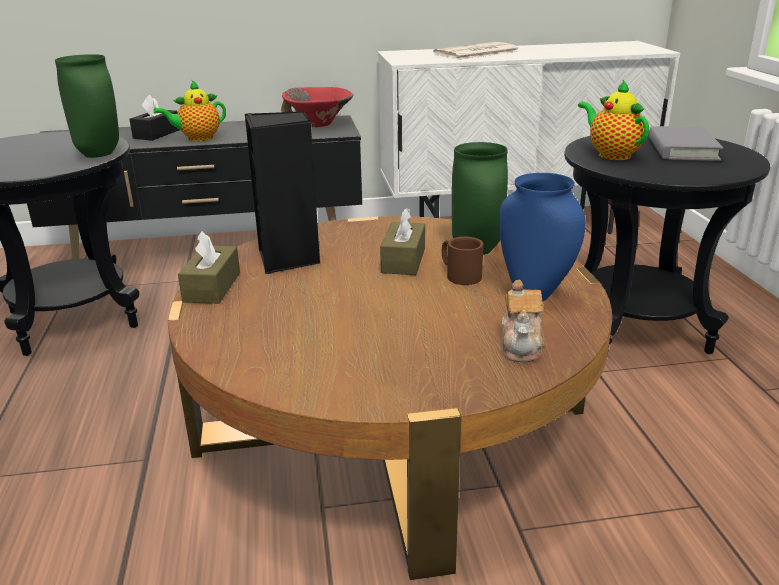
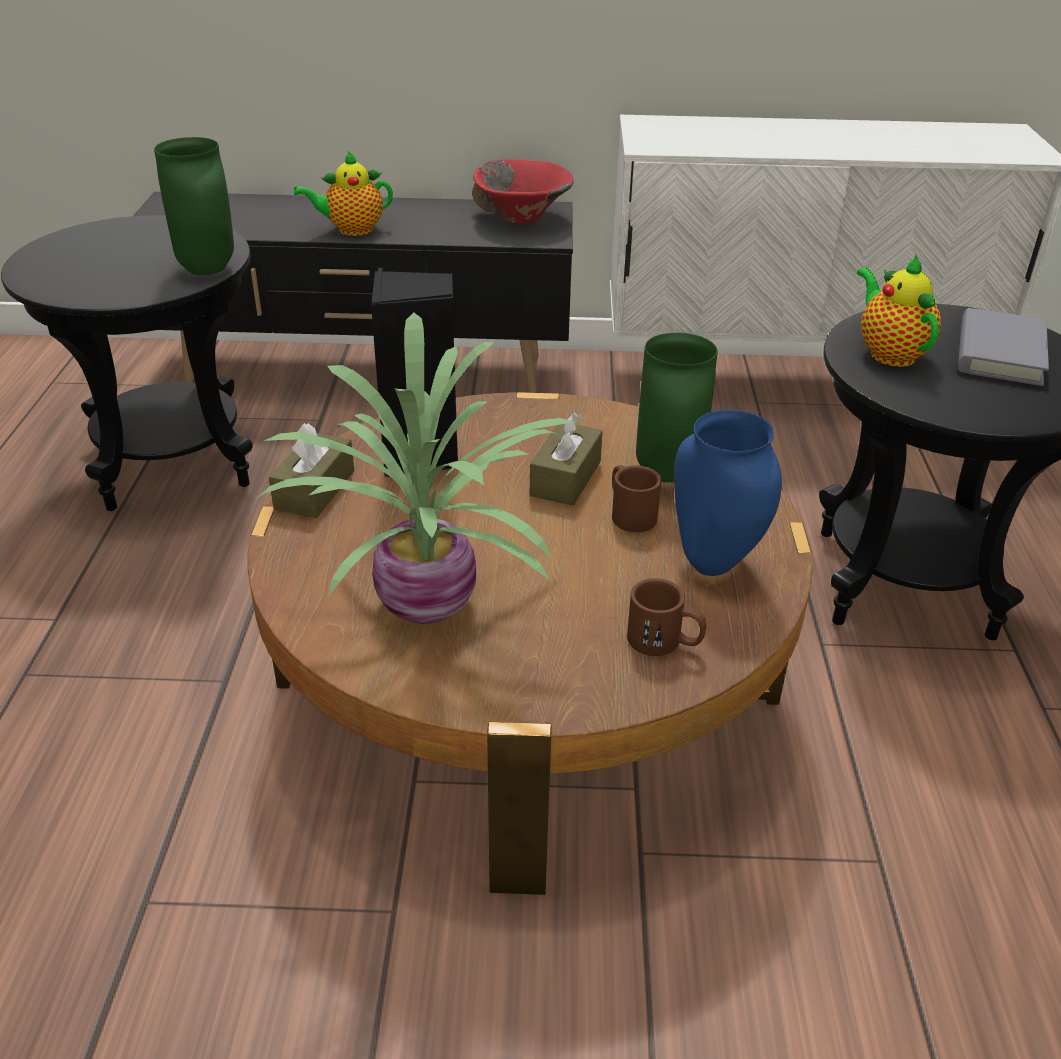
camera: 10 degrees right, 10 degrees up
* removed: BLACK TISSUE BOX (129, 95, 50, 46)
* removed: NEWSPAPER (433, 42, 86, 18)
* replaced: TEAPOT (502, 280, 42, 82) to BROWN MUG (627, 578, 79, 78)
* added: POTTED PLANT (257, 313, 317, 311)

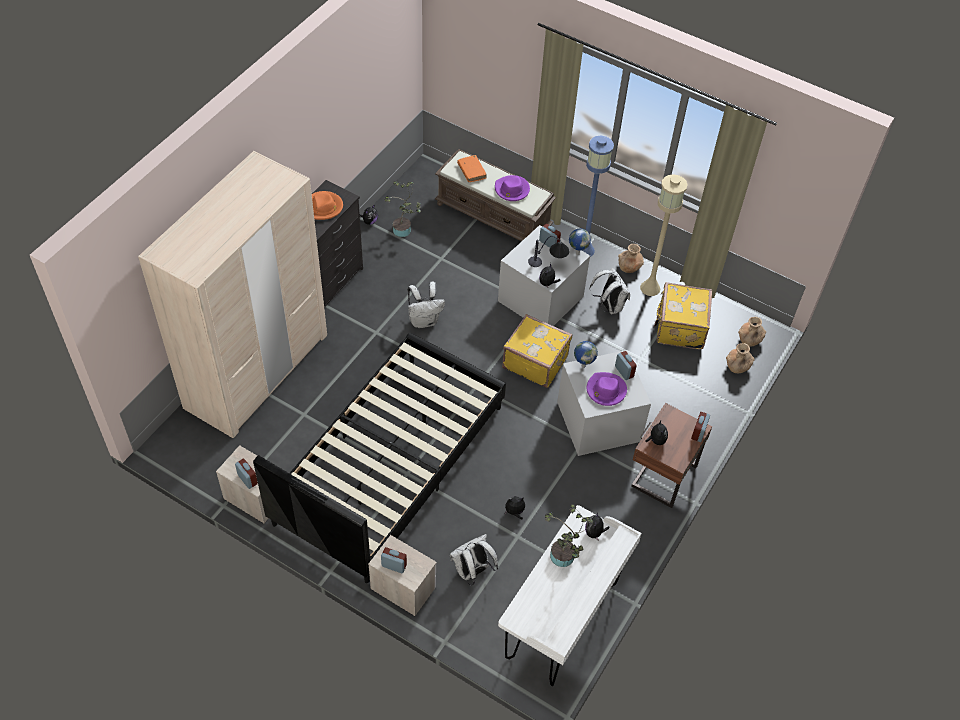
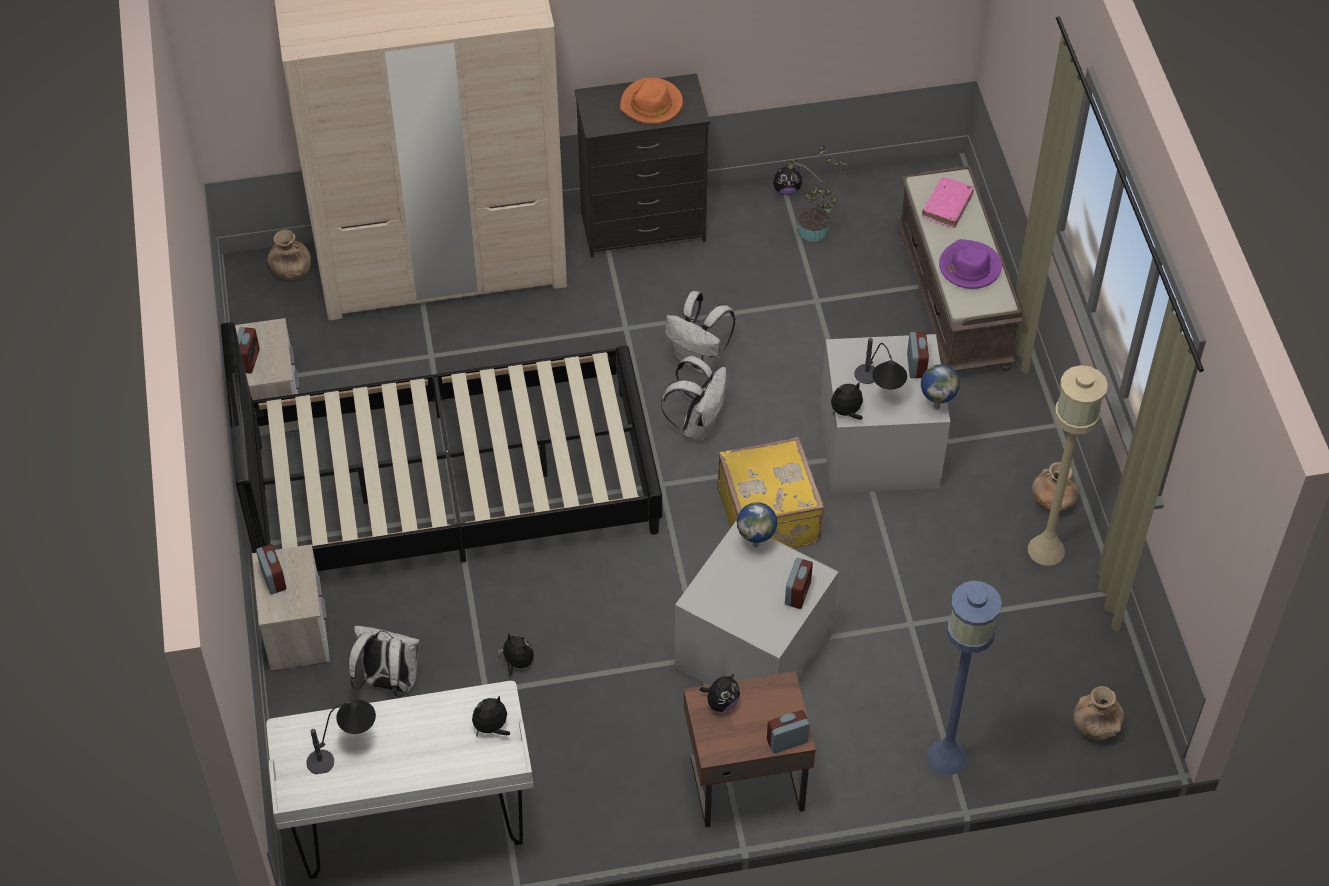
camera: 50 degrees right, 0 degrees up
* recoloured: ORANGE BOOK (457, 155, 30, 27) to PINK BOOK (922, 177, 52, 51)
* removed: POTTED PLANT (545, 504, 48, 63)
* moved: BLUE FLOOR LAMP (582, 136, 32, 121) to (927, 581, 75, 194)
* removed: PURPLE HAT (587, 372, 40, 34)
* moved: WHITE BACKPACK (590, 267, 40, 48) to (661, 356, 65, 85)
* removed: YELLOW SUITCASE (654, 282, 58, 68)
* moved: BROWN VASE (726, 343, 29, 30) to (267, 230, 44, 50)
* added: TABLE LAMP (306, 700, 70, 74)

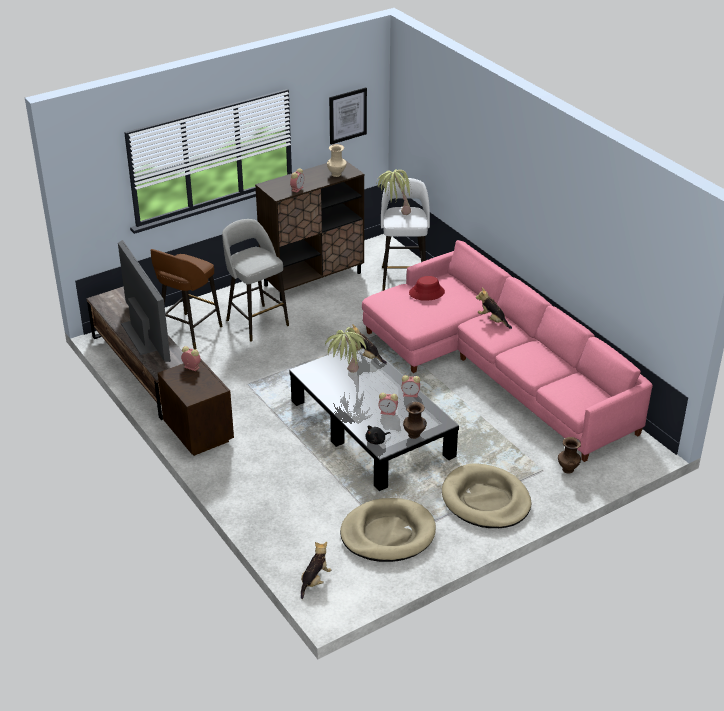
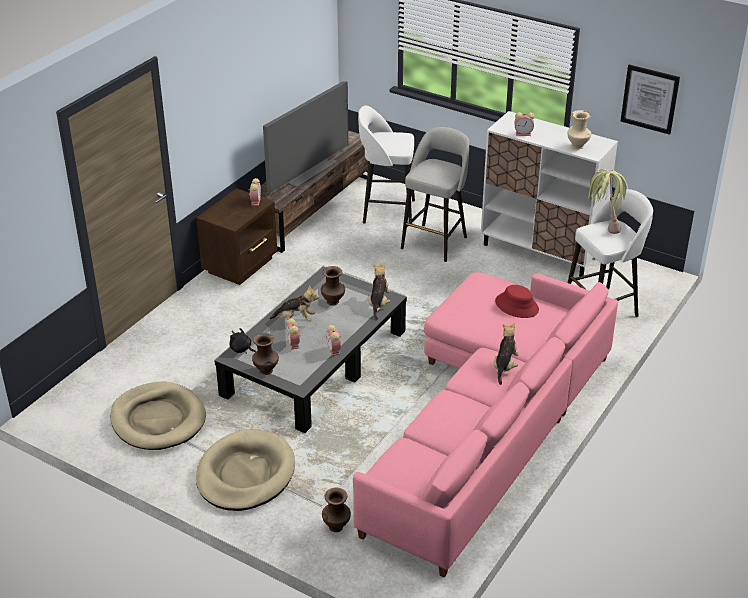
camera: 65 degrees right, 0 degrees up
* recoloured: BROWN STOOL (151, 249, 71, 100) to WHITE STOOL (358, 105, 57, 119)
* recoloured: BROWN CABINET (255, 158, 109, 143) to WHITE CABINET (481, 111, 137, 166)
* moved: PLUSH TOY (301, 542, 30, 57) to (269, 285, 51, 37)
* replaced: POTTED PLANT (325, 327, 42, 46) to BROWN VASE (321, 266, 24, 40)

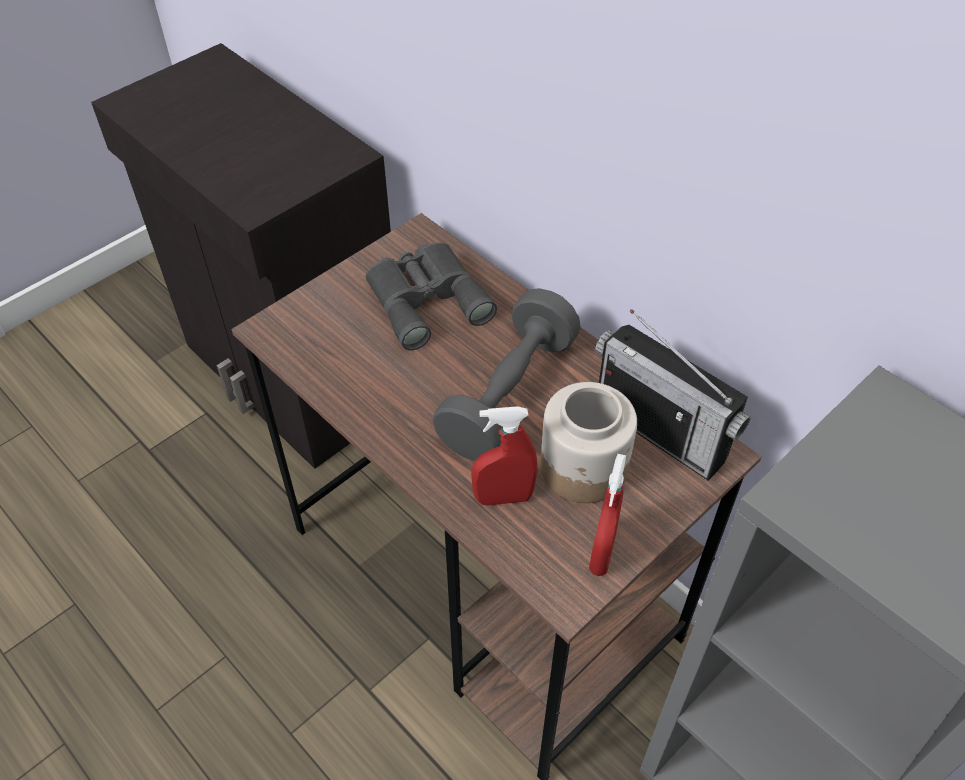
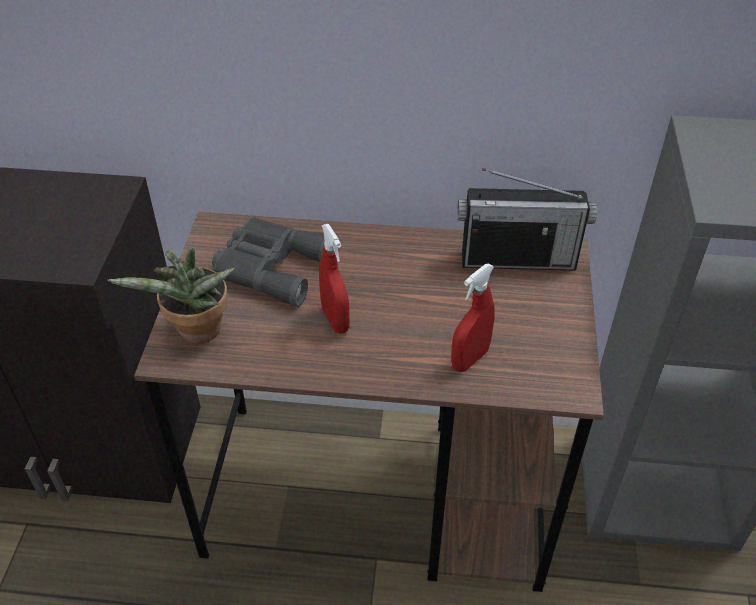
camera: 40 degrees left, 5 degrees down
* removed: GREY DUMBBELL (432, 288, 149, 173)
* removed: JAR (540, 382, 97, 121)
* moved: RED SPRAY BOTTLE (589, 454, 37, 122) to (319, 224, 31, 110)
* added: POTTED PLANT (108, 246, 127, 98)

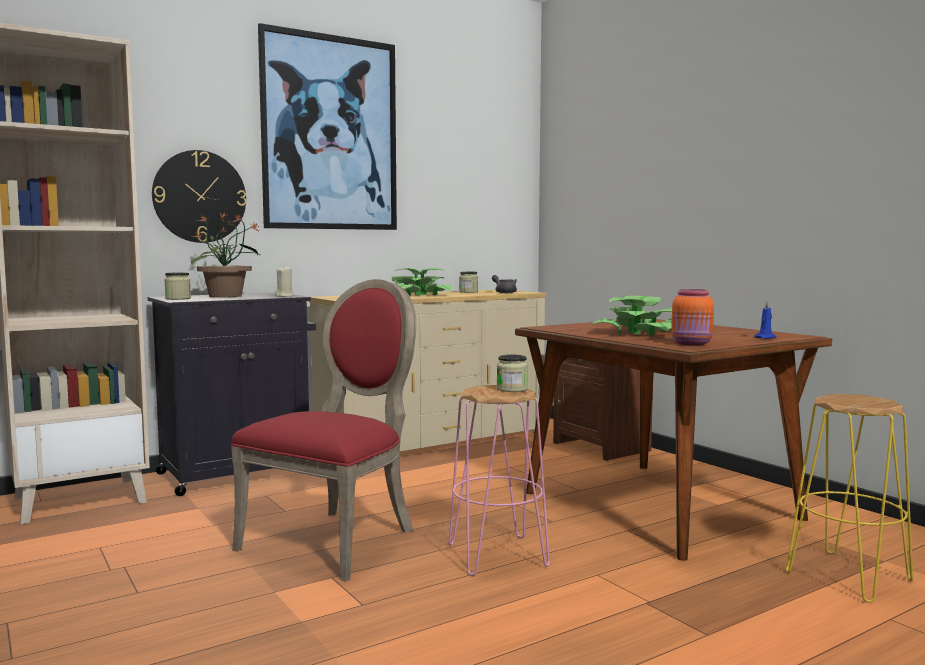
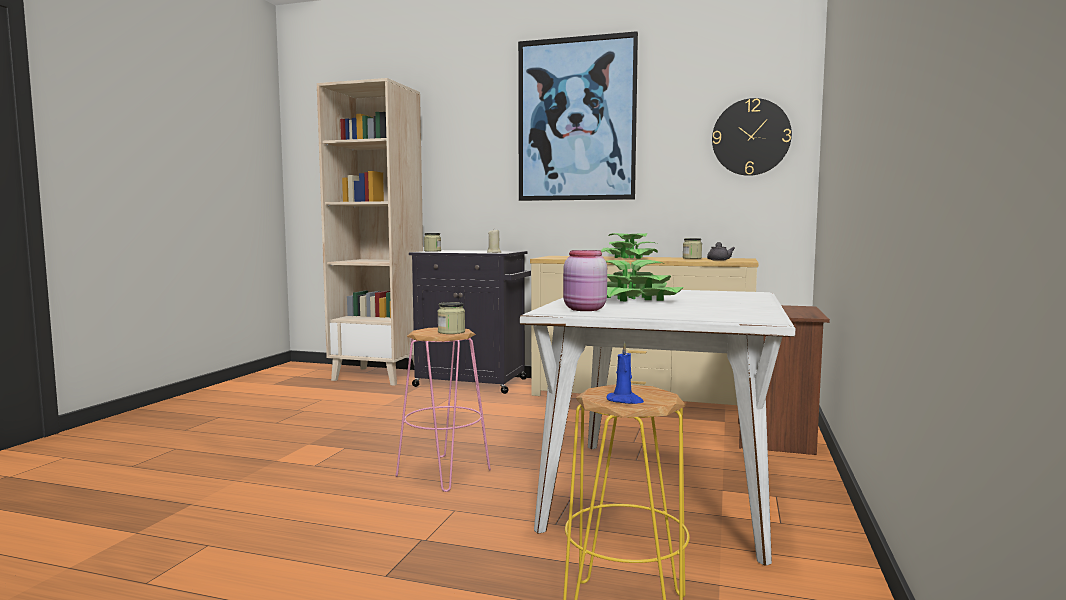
camera: 50 degrees right, 0 degrees up
* moved: WALL CLOCK (152, 150, 94, 93) to (712, 98, 80, 78)
* removed: POTTED PLANT (191, 212, 69, 86)
* removed: RED CHAIR (231, 279, 185, 302)
* recoloured: BROWN DINING TABLE (515, 319, 317, 242) to WHITE DINING TABLE (520, 290, 275, 276)
* recoloured: ORANGE JAR (671, 289, 43, 57) to PINK JAR (563, 250, 44, 61)
* moved: BLUE CANDLE (754, 301, 22, 38) to (607, 342, 37, 62)

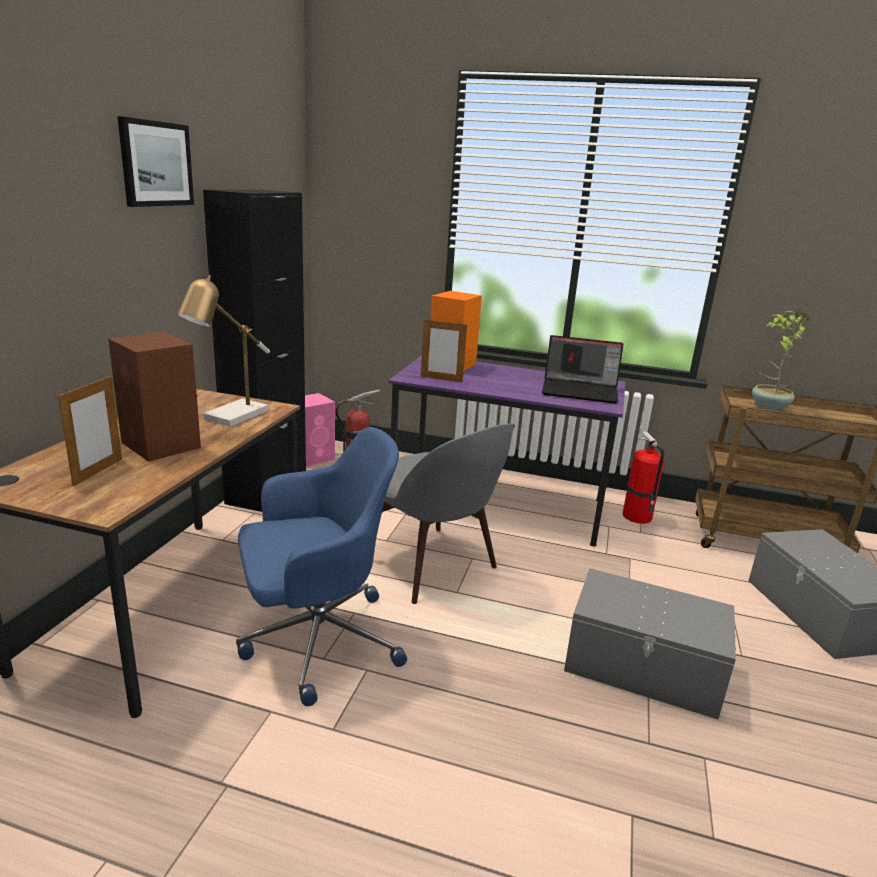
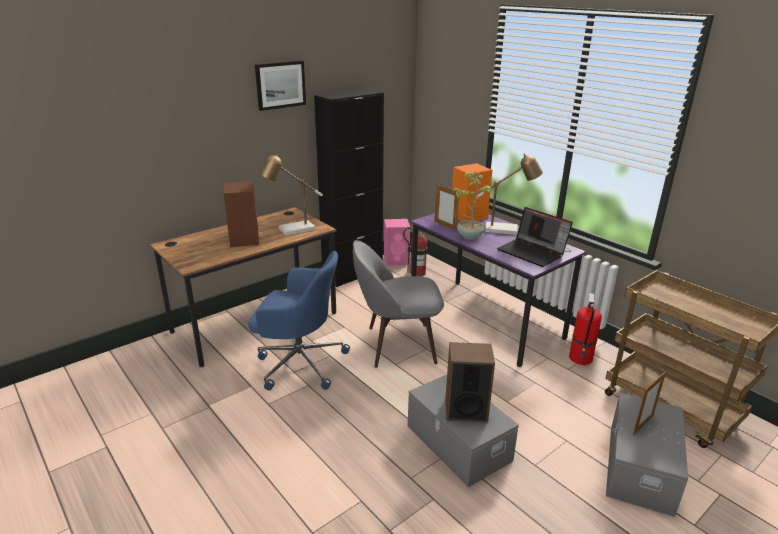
camera: 35 degrees right, 5 degrees up
* moved: PICTURE FRAME (58, 376, 64, 110) to (633, 371, 33, 64)
* turned: GREY CHAIR (382, 423, 133, 181) = (353, 240, 91, 128) 90 degrees clockwise
* moved: POTTED PLANT (752, 311, 58, 99) to (453, 171, 39, 68)
* added: SPEAKER (445, 342, 50, 80)
* added: TABLE LAMP (476, 154, 67, 81)

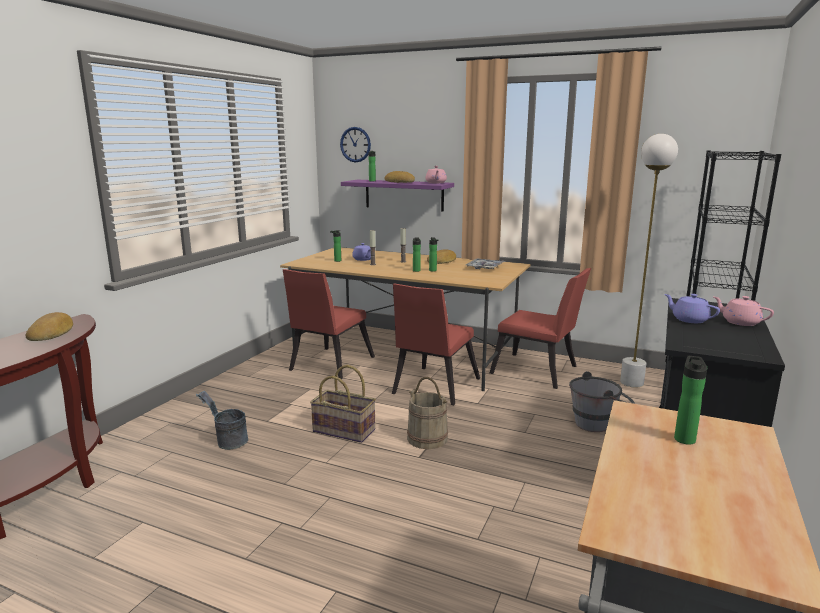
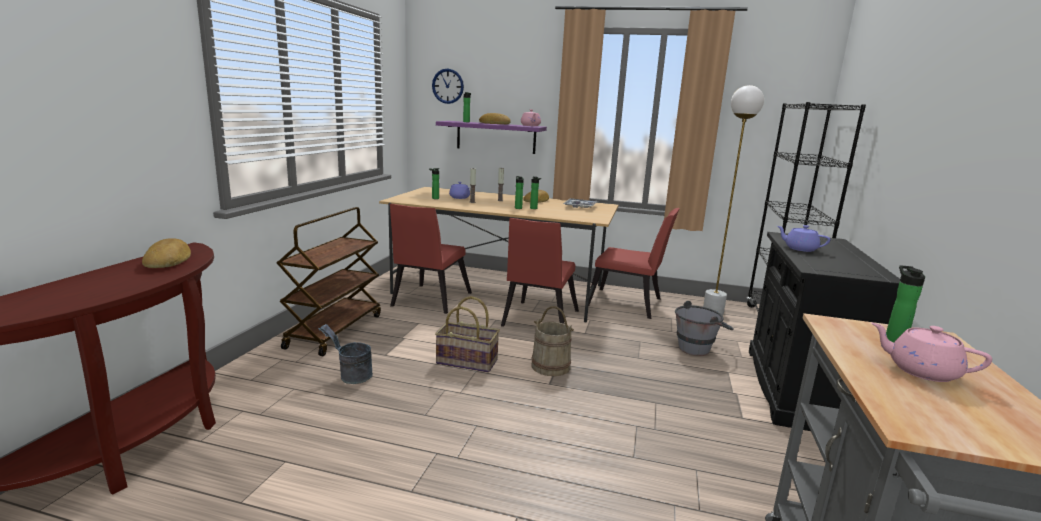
camera: 10 degrees left, 0 degrees up
* moved: PINK TEAPOT (713, 296, 61, 30) to (871, 323, 121, 59)
* added: BROWN CART (277, 207, 104, 149)

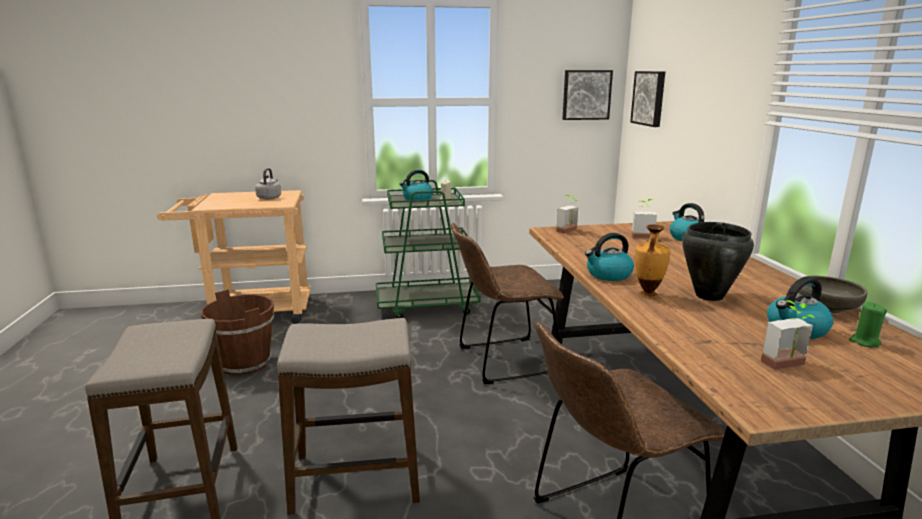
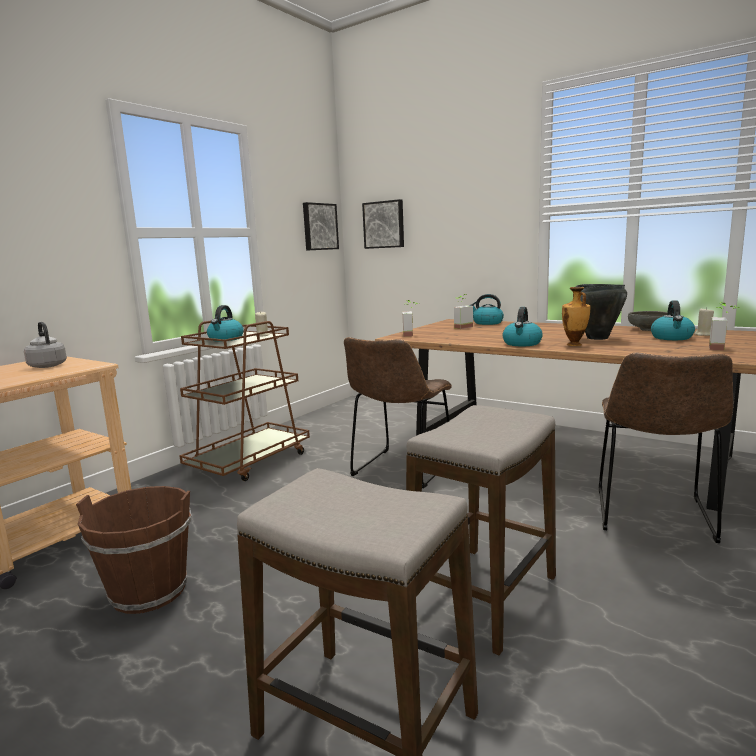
camera: 45 degrees left, 5 degrees down
* recoloured: GREEN CART (376, 180, 105, 138) to BROWN CART (179, 320, 131, 161)
* recoloured: GREEN CANDLE (849, 302, 38, 46) to BEIGE CANDLE (694, 307, 20, 29)

